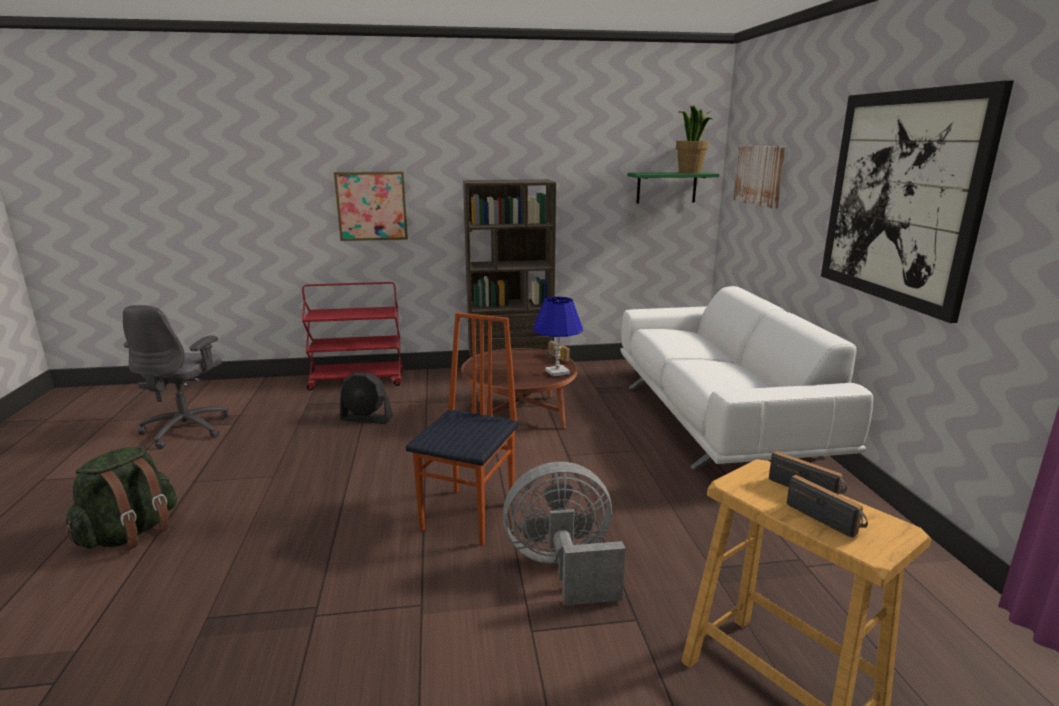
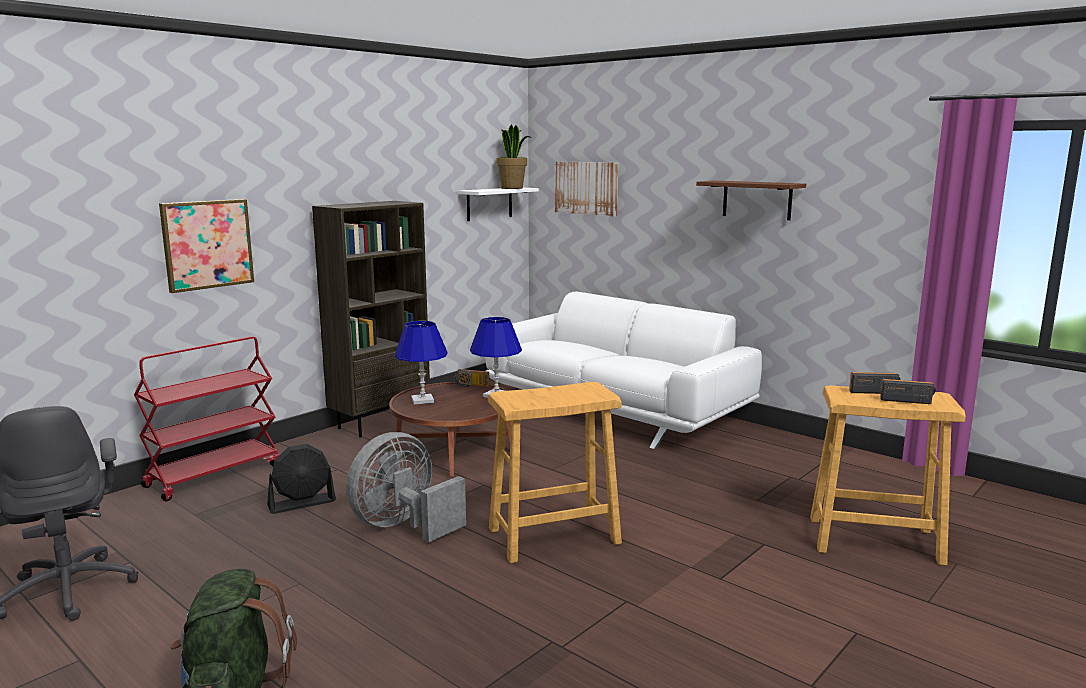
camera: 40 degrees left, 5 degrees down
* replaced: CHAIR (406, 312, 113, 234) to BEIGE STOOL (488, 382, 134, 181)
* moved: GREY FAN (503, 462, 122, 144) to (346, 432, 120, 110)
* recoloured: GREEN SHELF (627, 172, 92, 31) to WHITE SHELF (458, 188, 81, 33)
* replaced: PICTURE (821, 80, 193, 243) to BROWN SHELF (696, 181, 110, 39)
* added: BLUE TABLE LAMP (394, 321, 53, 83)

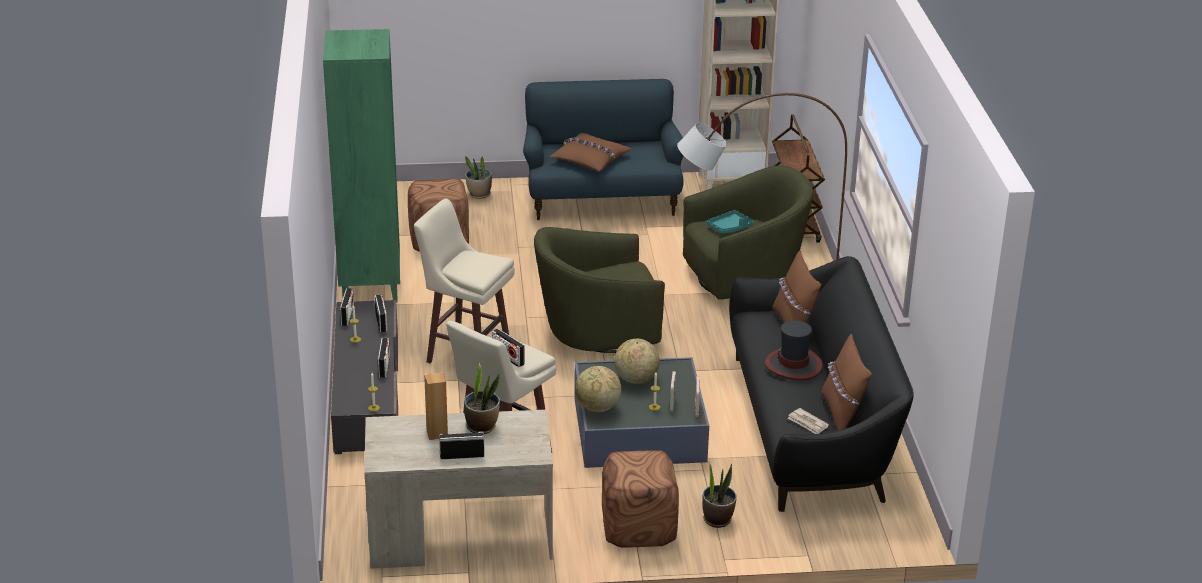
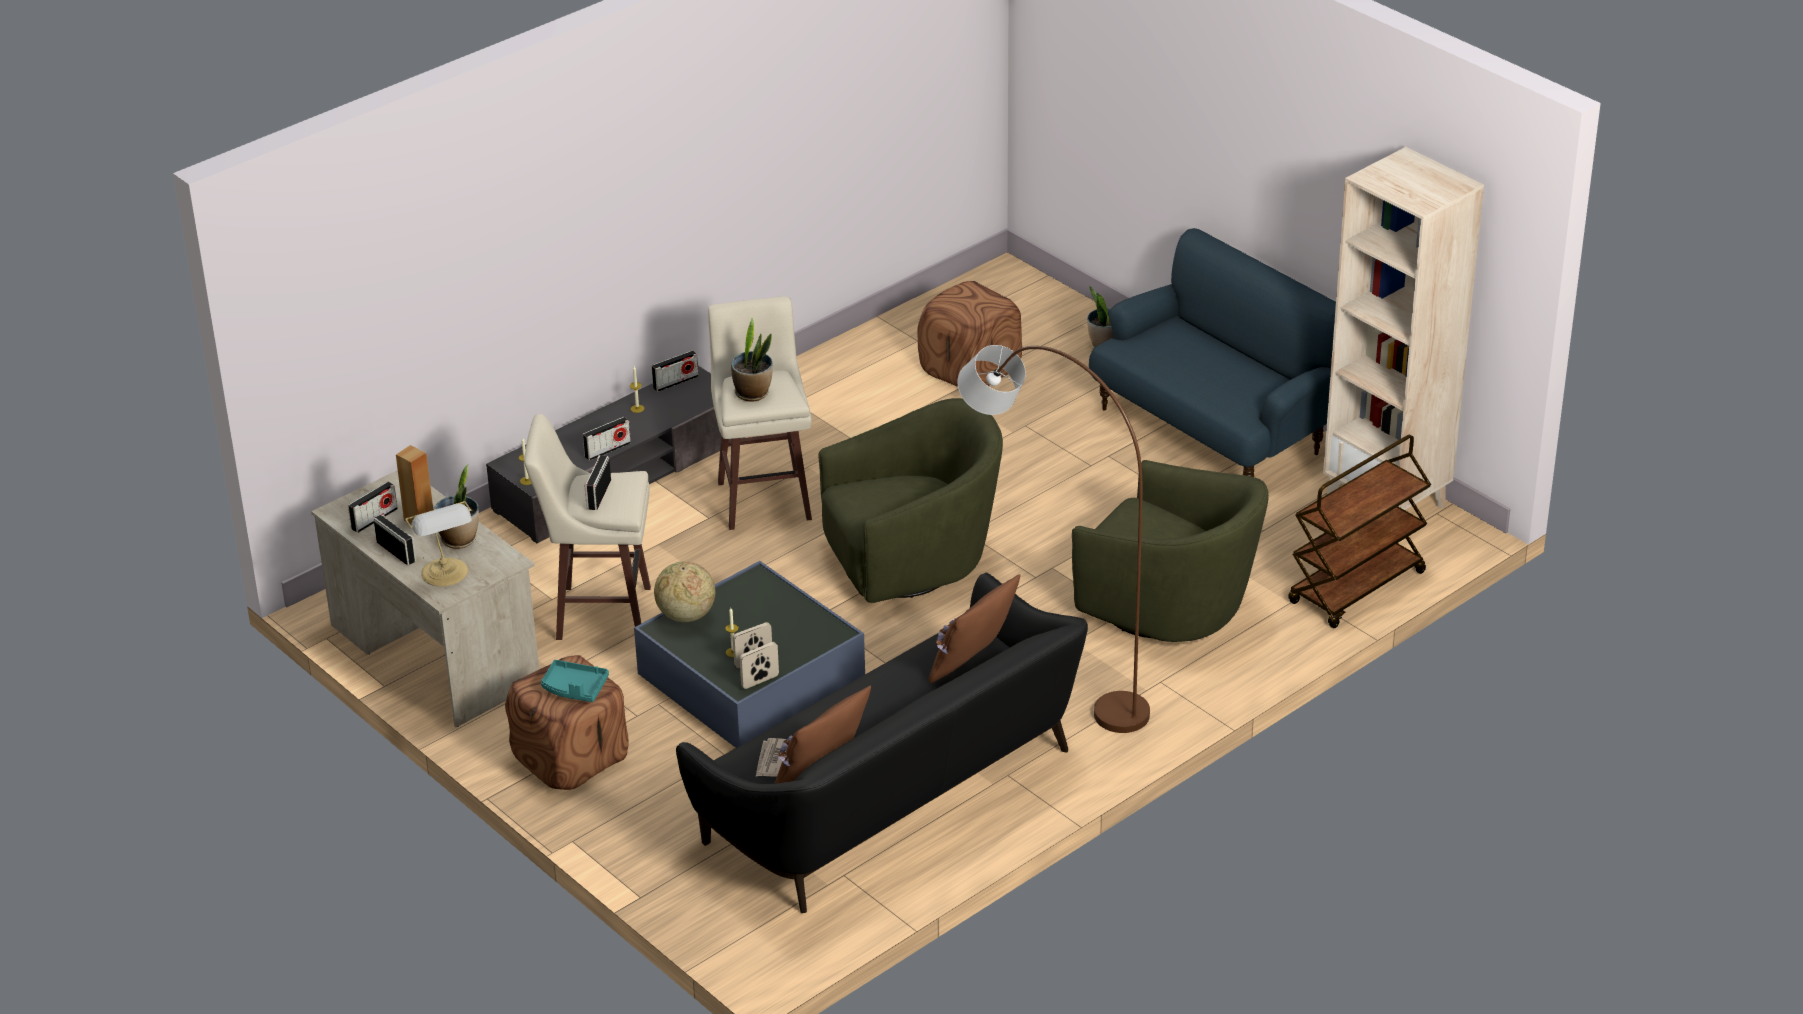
camera: 55 degrees right, 5 degrees up
* removed: GREEN BOOKCASE (323, 29, 77, 273)
* moved: RADIO (375, 294, 13, 38) to (348, 481, 50, 52)
* turned: GREEN ARMCHAIR (534, 227, 131, 126) = (819, 398, 184, 205) 120 degrees clockwise
* removed: BROWN PILLOW (550, 133, 82, 38)
* removed: GLOBE (614, 339, 46, 45)
* moved: POTTED PLANT (702, 462, 35, 66) to (731, 318, 42, 83)
* moved: TURQUOISE TRAY (707, 210, 47, 23) to (541, 660, 68, 42)
* removed: HAT (765, 320, 57, 60)
* added: TABLE LAMP (405, 501, 67, 86)

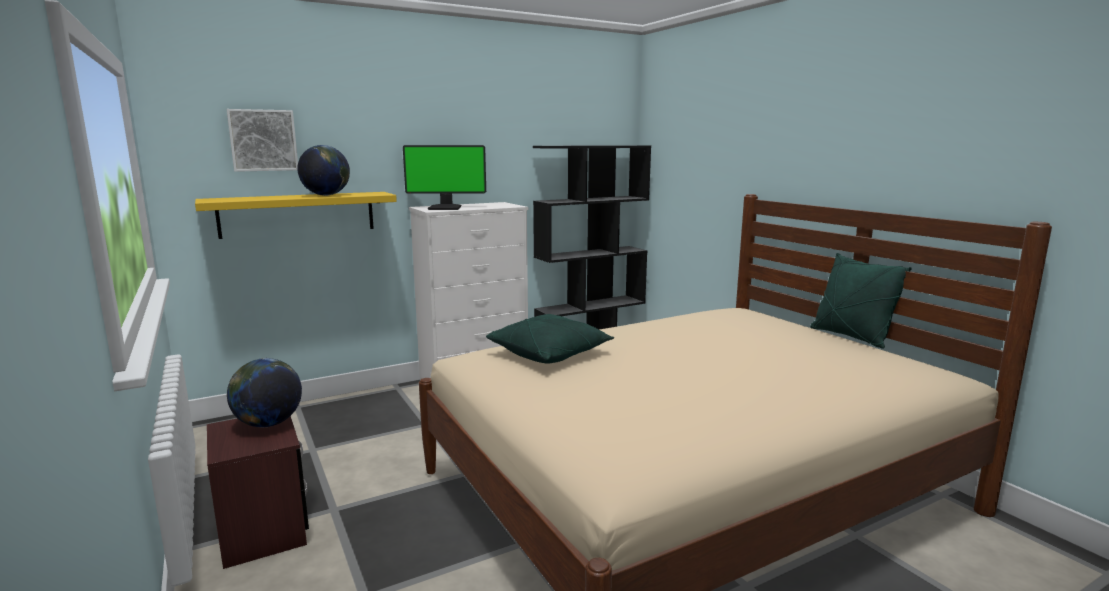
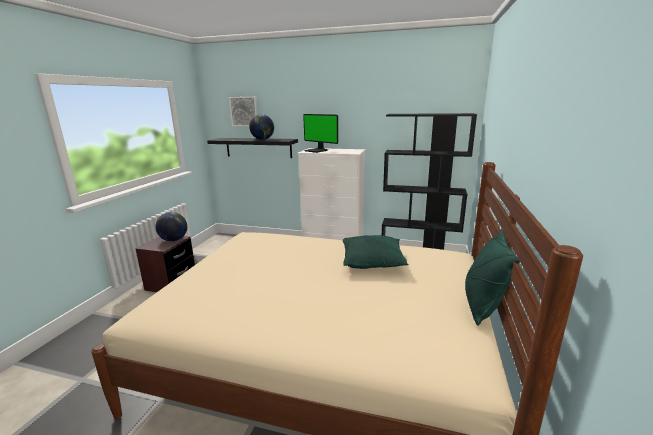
camera: 45 degrees right, 5 degrees up
* recoloured: YELLOW SHELF (195, 192, 202, 47) to BLACK SHELF (207, 138, 91, 20)
* moved: GREEN PILLOW (486, 314, 128, 50) to (343, 235, 65, 34)

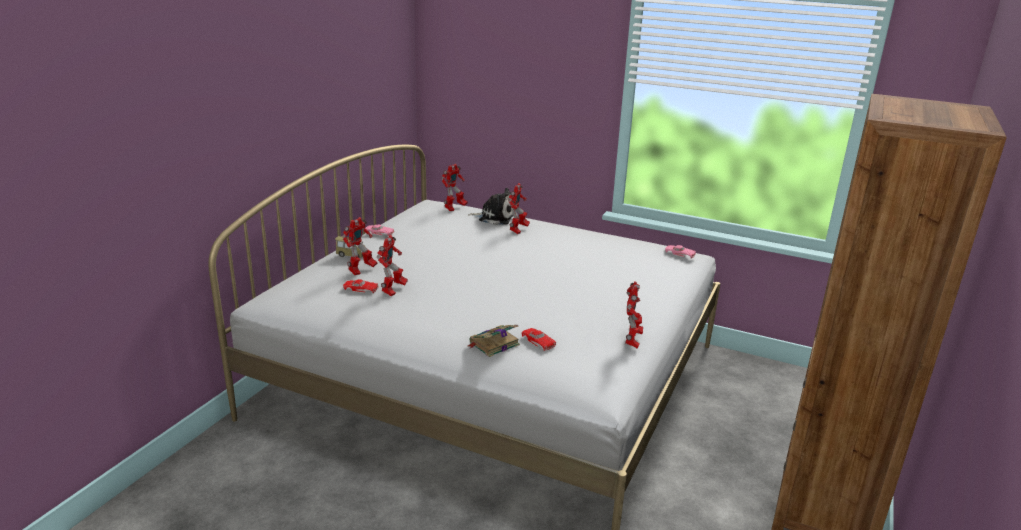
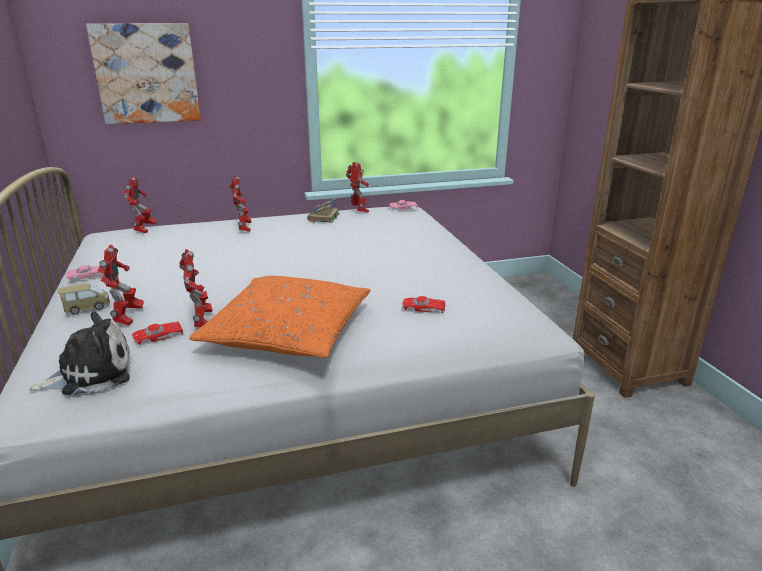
camera: 40 degrees left, 0 degrees up
* moved: PLUSH TOY (468, 188, 46, 37) to (29, 312, 101, 83)
* moved: BOOK (468, 325, 52, 32) to (307, 197, 33, 26)
* moved: TOY ROBOT (625, 281, 18, 68) to (346, 162, 23, 51)
* added: PICTURE (86, 23, 115, 101)
* added: ORANGE PILLOW (189, 276, 181, 82)

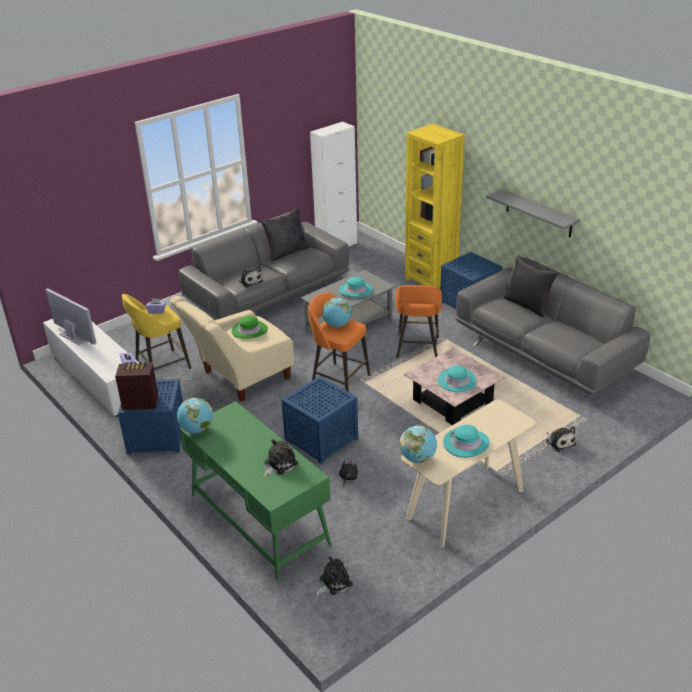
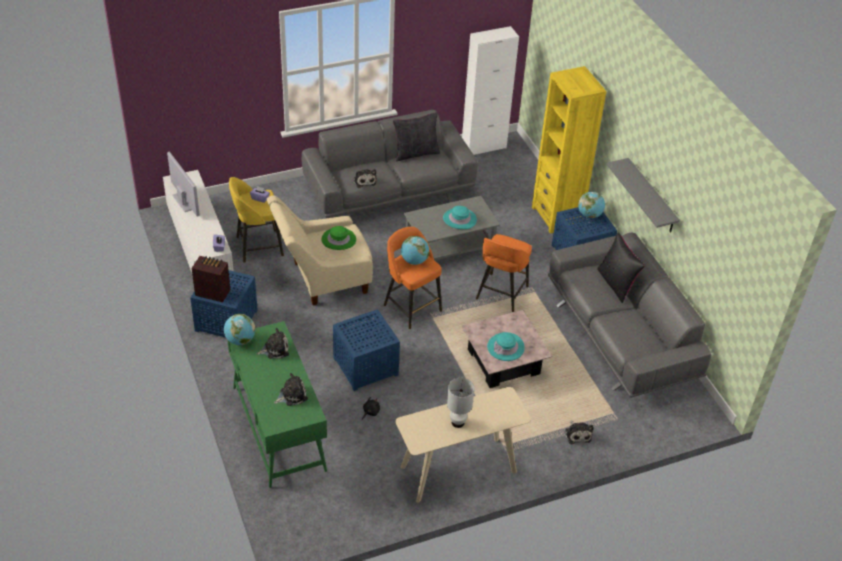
camera: 15 degrees right, 10 degrees up
* moved: PLUSH TOY (315, 556, 38, 39) to (257, 328, 32, 31)
* moved: GLOBE (399, 426, 38, 37) to (578, 192, 27, 26)
* replaced: TURQUOISE HAT (443, 425, 47, 33) to WHITE TABLE LAMP (447, 378, 28, 50)

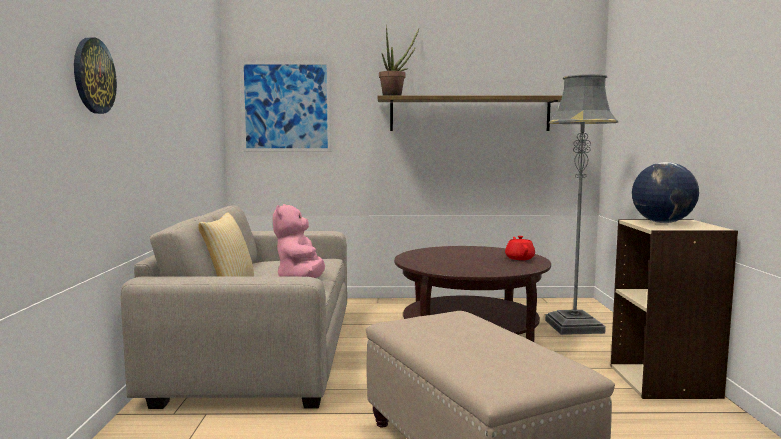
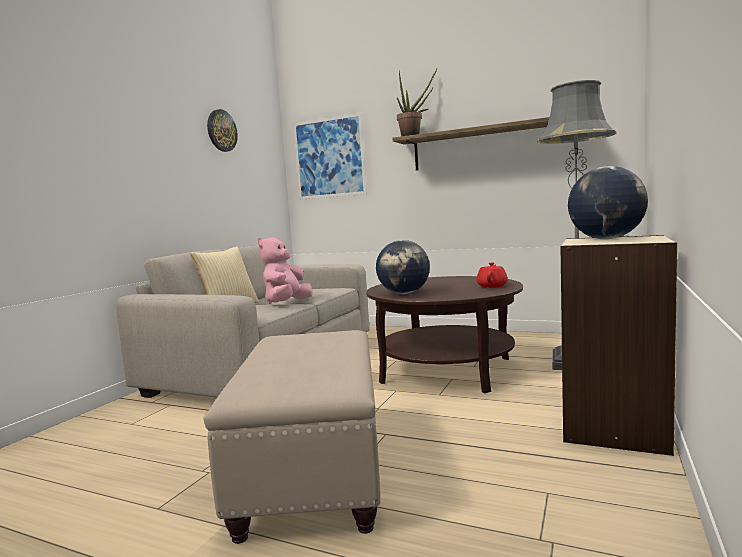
camera: 25 degrees right, 0 degrees up
* moved: WALL CLOCK (74, 38, 43, 76) to (207, 109, 31, 43)
* added: GLOBE (376, 240, 54, 54)

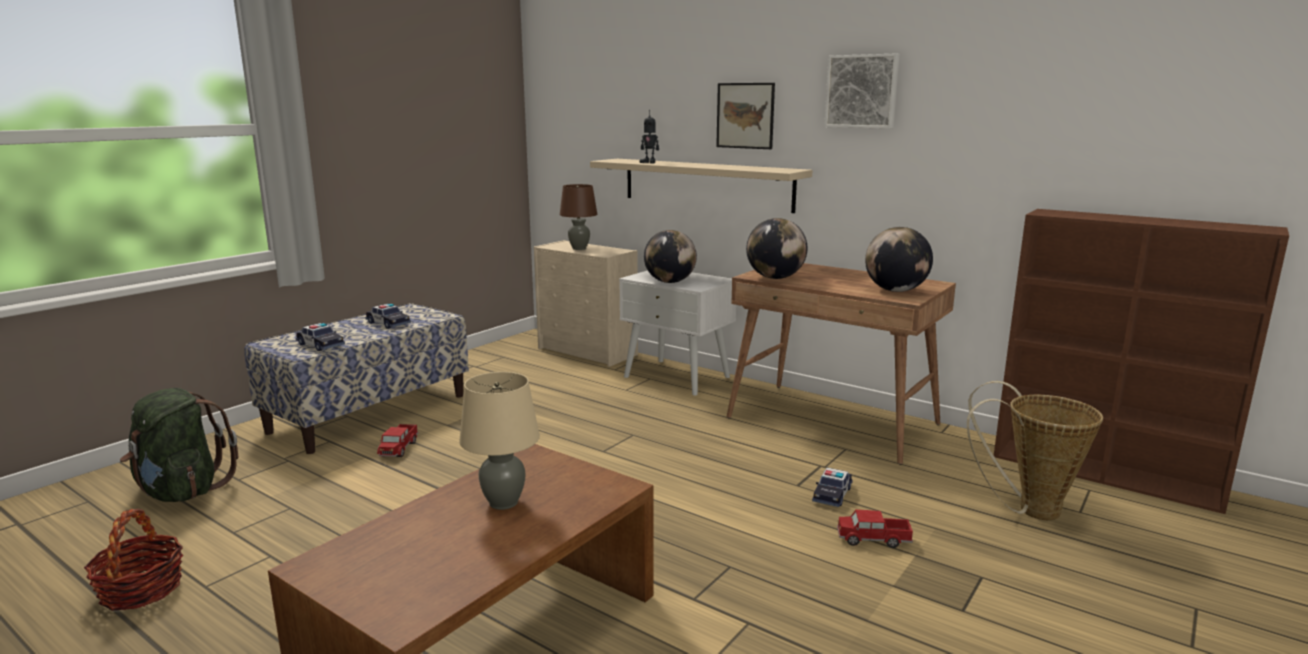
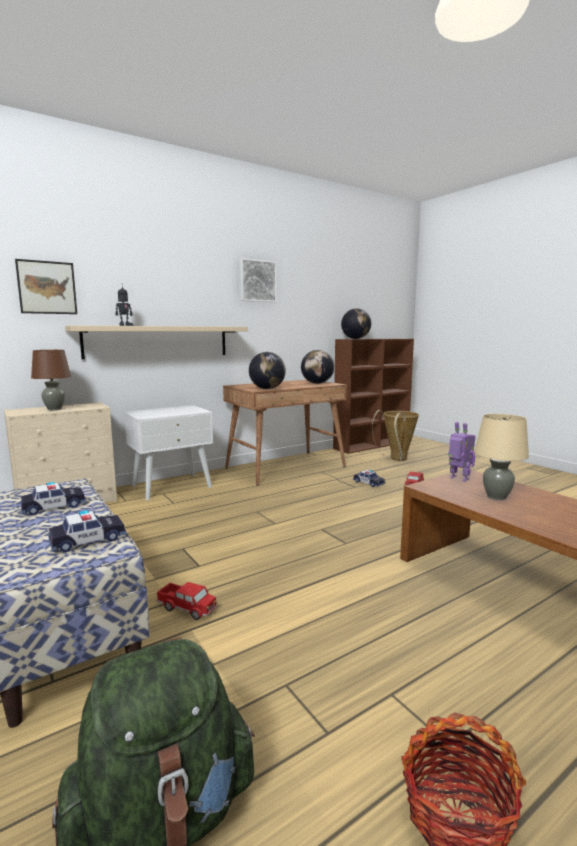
camera: 70 degrees left, 5 degrees down
* moved: GLOBE (644, 230, 53, 53) to (341, 308, 30, 31)
* moved: PICTURE (716, 83, 59, 66) to (15, 259, 62, 55)
* added: TOY ROBOT (448, 422, 28, 60)

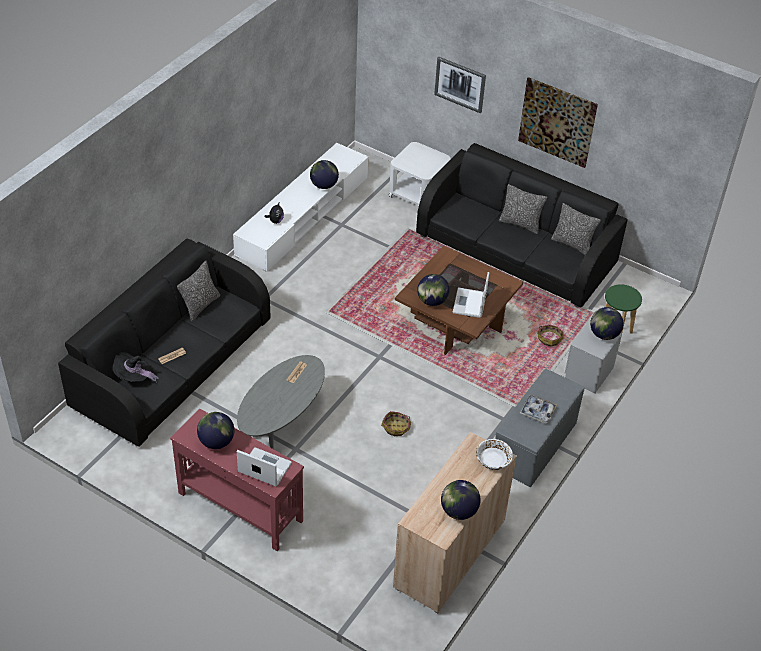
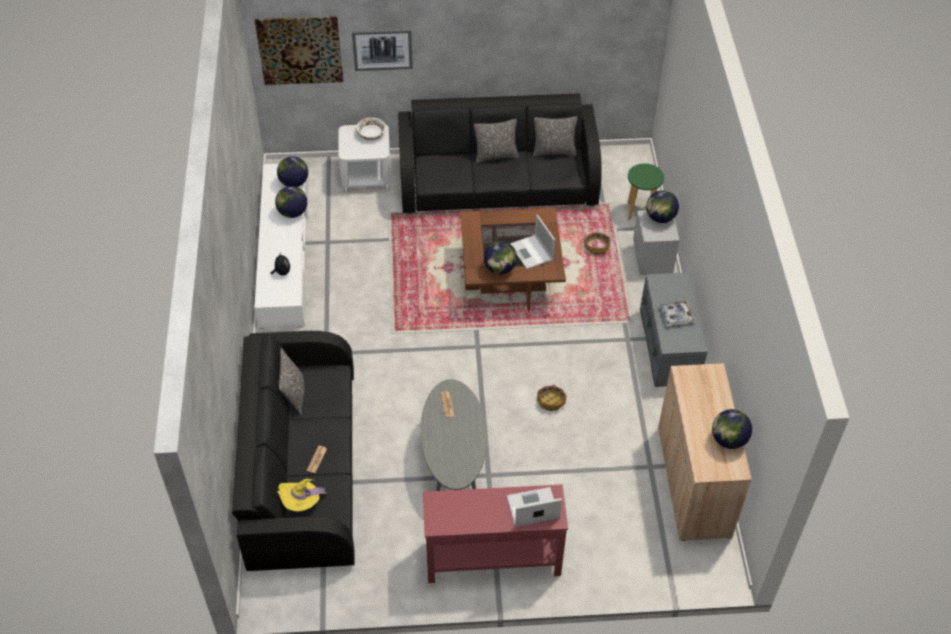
camera: 35 degrees left, 5 degrees up
* recoloured: BLACK HAT (112, 352, 46, 31) to YELLOW HAT (277, 478, 52, 34)
* moved: GLOBE (197, 412, 37, 37) to (277, 156, 31, 31)
* moved: WHITE BOWL (476, 439, 37, 31) to (356, 117, 30, 23)
* moved: PICTURE (518, 77, 80, 91) to (255, 16, 88, 69)

